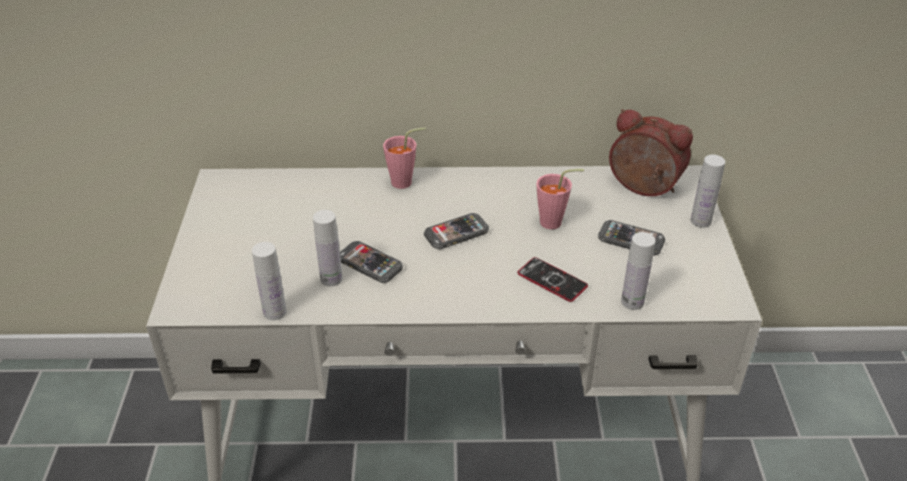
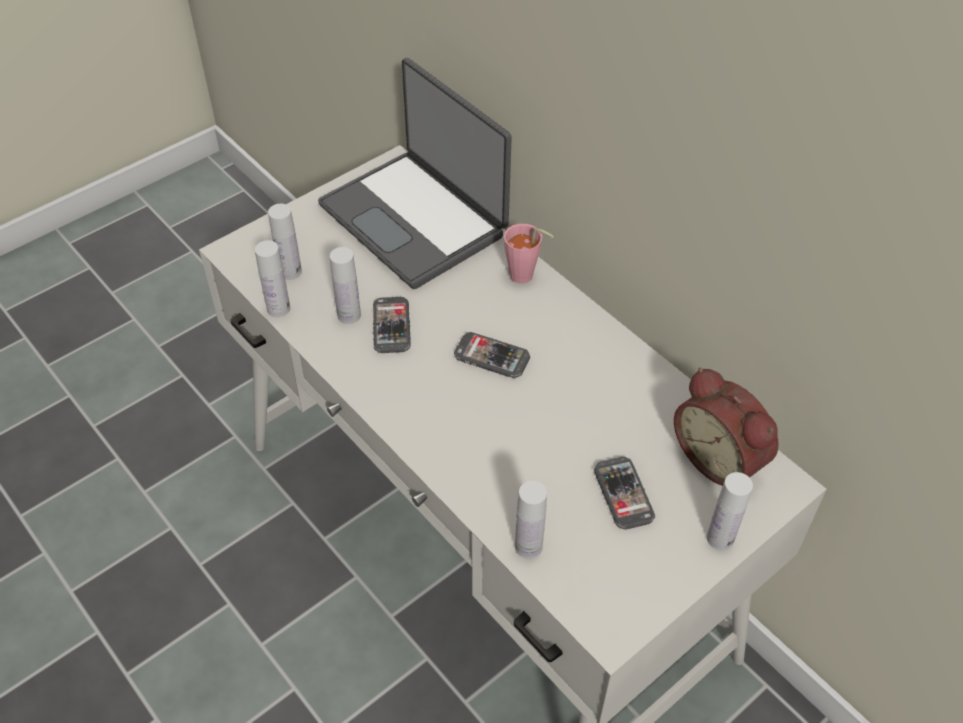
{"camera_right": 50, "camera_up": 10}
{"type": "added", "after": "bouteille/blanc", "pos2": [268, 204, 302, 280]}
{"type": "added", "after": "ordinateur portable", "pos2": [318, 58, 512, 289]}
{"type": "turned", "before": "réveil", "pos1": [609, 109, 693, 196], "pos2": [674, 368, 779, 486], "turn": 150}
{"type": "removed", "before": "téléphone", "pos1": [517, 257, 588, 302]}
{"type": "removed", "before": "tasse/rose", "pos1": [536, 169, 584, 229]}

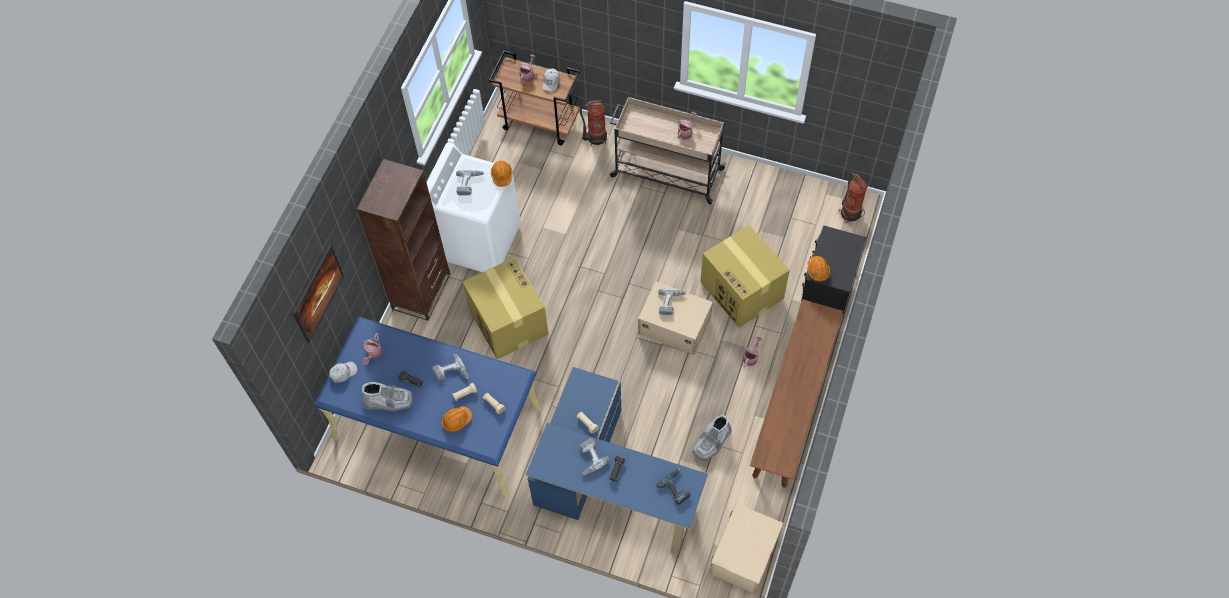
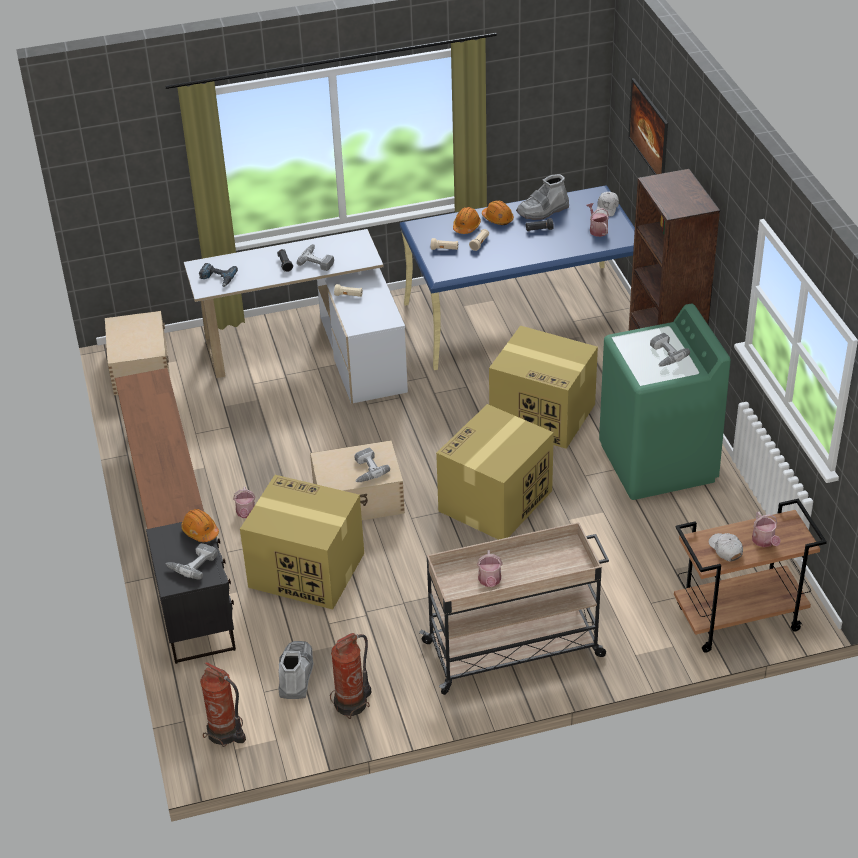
{"camera_right": 145, "camera_up": -20}
{"type": "moved", "before": "perceuse", "pos1": [433, 354, 468, 381], "pos2": [166, 543, 218, 580]}
{"type": "recoloured", "before": "bureau/bleu", "after": "bureau/blanc", "pos1": [526, 367, 708, 554], "pos2": [184, 229, 408, 404]}
{"type": "moved", "before": "botte/gris", "pos1": [693, 414, 732, 461], "pos2": [278, 641, 313, 699]}
{"type": "moved", "before": "extincteur", "pos1": [580, 100, 607, 145], "pos2": [330, 633, 371, 719]}
{"type": "added", "after": "carton", "pos2": [436, 404, 554, 540]}
{"type": "moved", "before": "casque de chantier/orange", "pos1": [491, 160, 513, 187], "pos2": [482, 200, 514, 225]}
{"type": "recoloured", "before": "lave-linge/blanc", "after": "lave-linge/vert", "pos1": [427, 142, 521, 272], "pos2": [599, 304, 731, 500]}

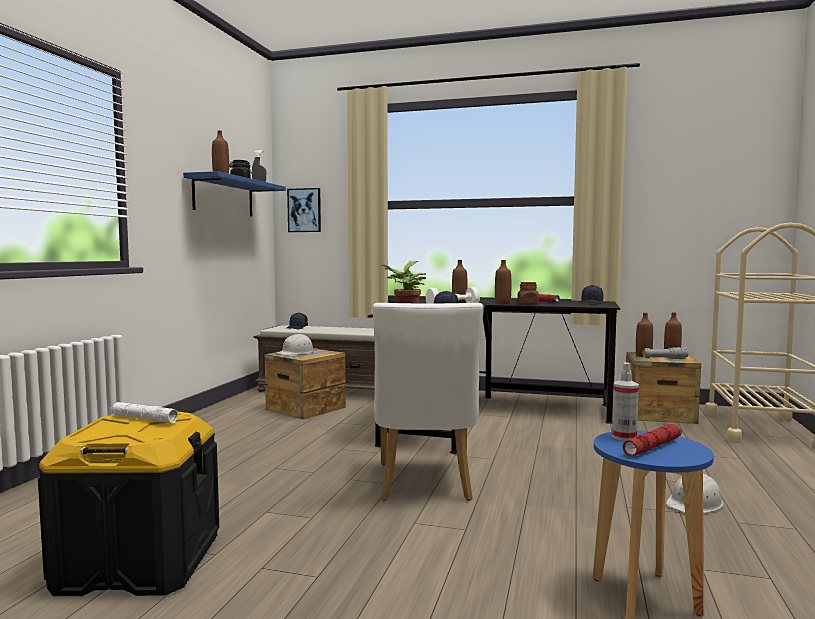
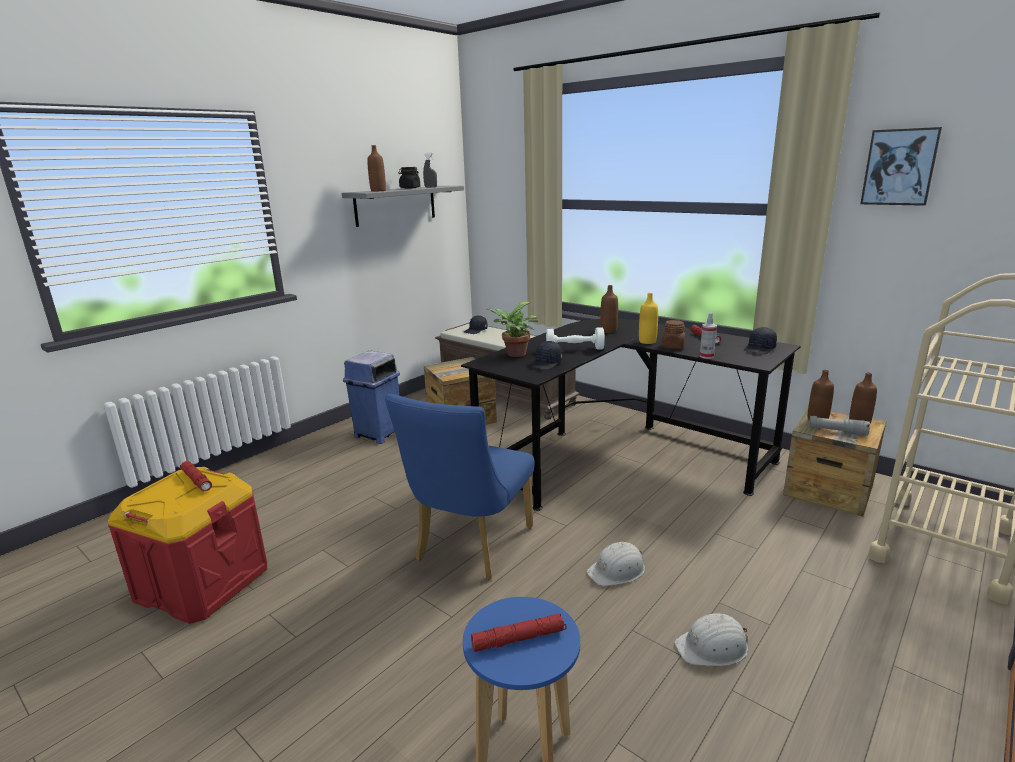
{"camera_right": 25, "camera_up": 15}
{"type": "recoloured", "before": "boîte de rangement/noir", "after": "boîte de rangement/rouge", "pos1": [38, 412, 219, 596], "pos2": [108, 467, 267, 624]}
{"type": "recoloured", "before": "lampe de poche/blanc", "after": "lampe de poche/rouge", "pos1": [110, 402, 178, 423], "pos2": [180, 461, 212, 491]}
{"type": "recoloured", "before": "étagère/bleu", "after": "étagère/gris", "pos1": [183, 171, 286, 216], "pos2": [342, 186, 464, 227]}
{"type": "added", "after": "poubelle/bleu", "pos2": [343, 350, 400, 444]}
{"type": "recoloured", "before": "chaise/blanc", "after": "chaise/bleu", "pos1": [372, 303, 484, 501], "pos2": [385, 394, 535, 580]}
{"type": "moved", "before": "casque de chantier/blanc", "pos1": [277, 334, 314, 355], "pos2": [587, 542, 645, 586]}
{"type": "recoloured", "before": "bouteille/marron", "after": "bouteille/jaune", "pos1": [495, 260, 511, 304], "pos2": [639, 293, 658, 344]}
{"type": "moved", "before": "vaporisateur", "pos1": [612, 362, 639, 441], "pos2": [700, 313, 717, 359]}
{"type": "moved", "before": "tableau", "pos1": [287, 188, 321, 232], "pos2": [860, 127, 942, 206]}

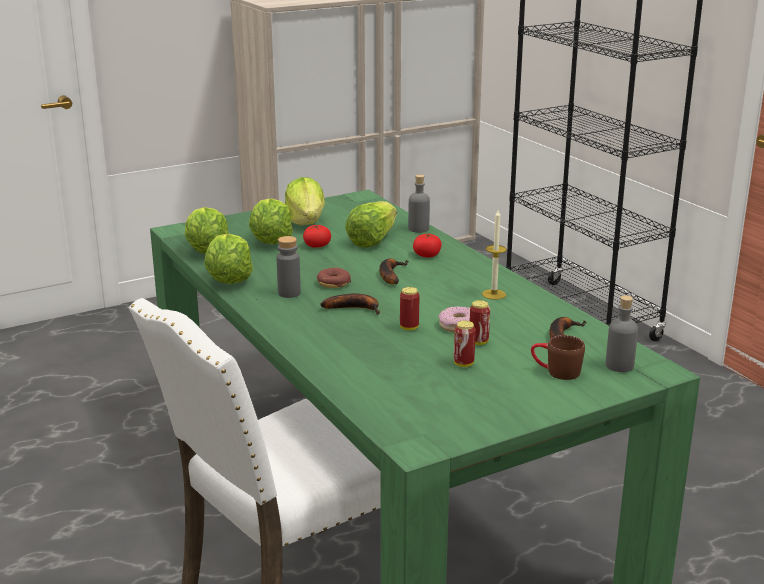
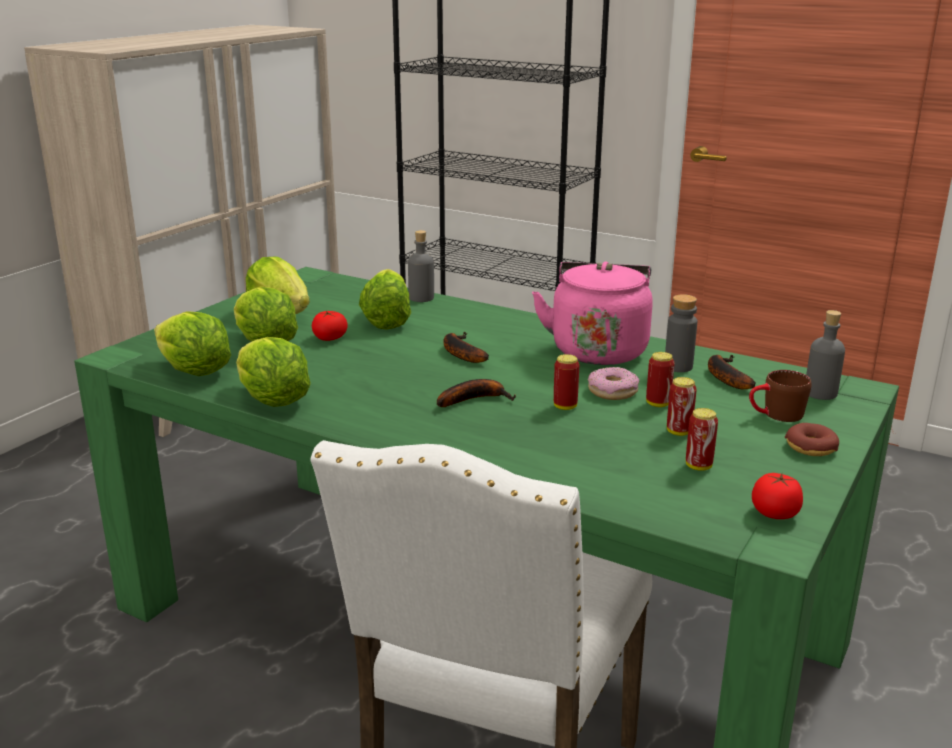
{"camera_right": -30, "camera_up": 0}
{"type": "replaced", "before": "bougie", "after": "bouilloire/rose", "pos1": [482, 210, 507, 300], "pos2": [532, 261, 653, 365]}
{"type": "moved", "before": "bouteille/gris", "pos1": [277, 236, 301, 298], "pos2": [665, 294, 697, 372]}
{"type": "added", "after": "boîte métallique", "pos2": [686, 408, 718, 471]}
{"type": "moved", "before": "tomate", "pos1": [413, 234, 442, 257], "pos2": [752, 473, 803, 519]}
{"type": "moved", "before": "beignet", "pos1": [317, 268, 351, 288], "pos2": [785, 423, 839, 456]}

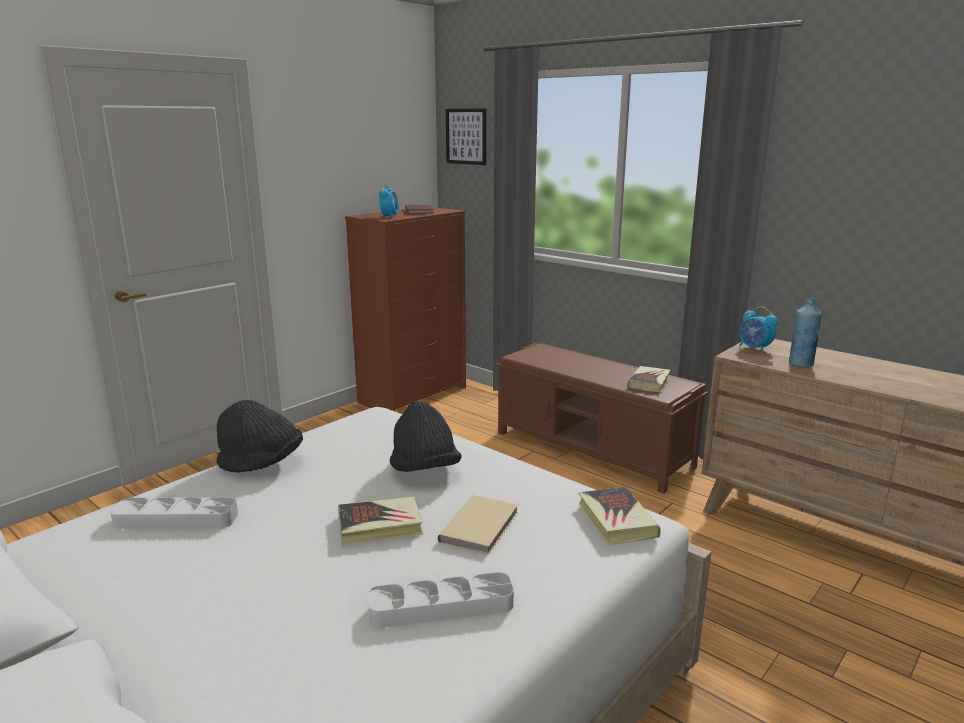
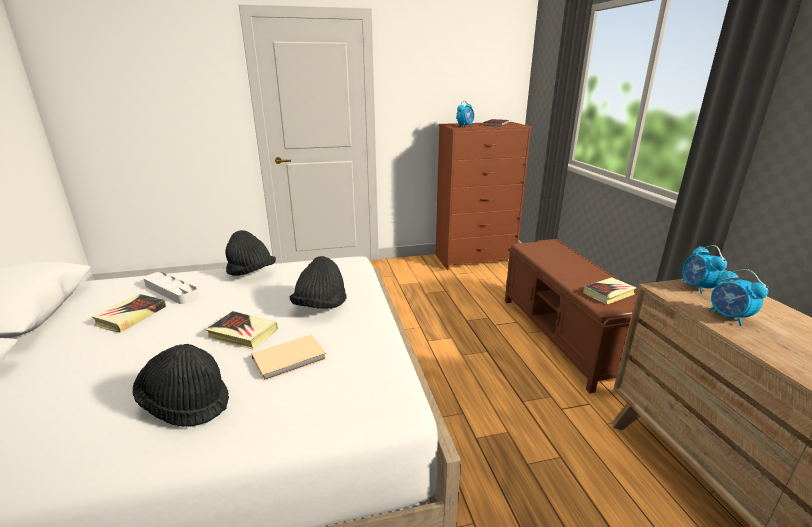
{"camera_right": 35, "camera_up": 5}
{"type": "moved", "before": "livre", "pos1": [578, 486, 661, 545], "pos2": [91, 294, 166, 333]}
{"type": "replaced", "before": "plateau/gris", "after": "chapeau/noir", "pos1": [368, 572, 514, 628], "pos2": [132, 344, 229, 427]}
{"type": "replaced", "before": "bouteille/bleu", "after": "réveil", "pos1": [789, 298, 822, 368], "pos2": [708, 269, 768, 326]}
{"type": "removed", "before": "tableau", "pos1": [446, 108, 486, 165]}

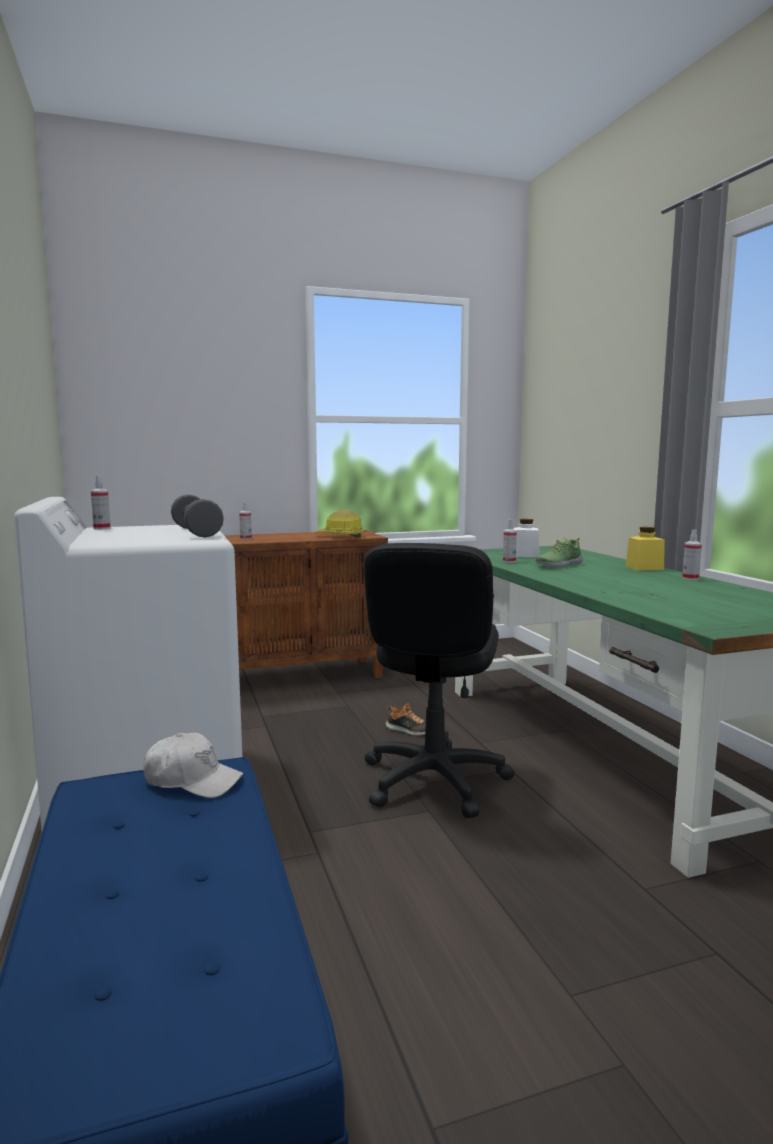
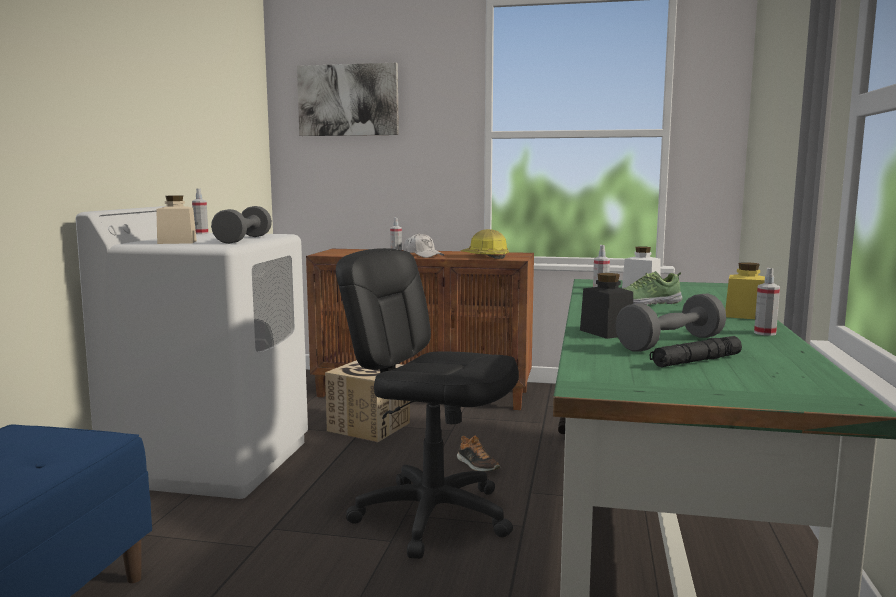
{"camera_right": 30, "camera_up": 0}
{"type": "added", "after": "bocal/beige", "pos2": [156, 195, 197, 244]}
{"type": "added", "after": "tableau", "pos2": [297, 63, 399, 136]}
{"type": "added", "after": "carton", "pos2": [325, 360, 410, 442]}
{"type": "turned", "before": "chaise de bureau/noir", "pos1": [363, 543, 514, 818], "pos2": [336, 248, 519, 559], "turn": 75}
{"type": "moved", "before": "casquette/blanc", "pos1": [143, 733, 243, 798], "pos2": [403, 233, 444, 258]}
{"type": "added", "after": "bocal/noir", "pos2": [580, 273, 633, 339]}
{"type": "added", "after": "haltère/gris", "pos2": [615, 293, 726, 352]}
{"type": "added", "after": "lampe de poche/noir", "pos2": [650, 336, 742, 367]}

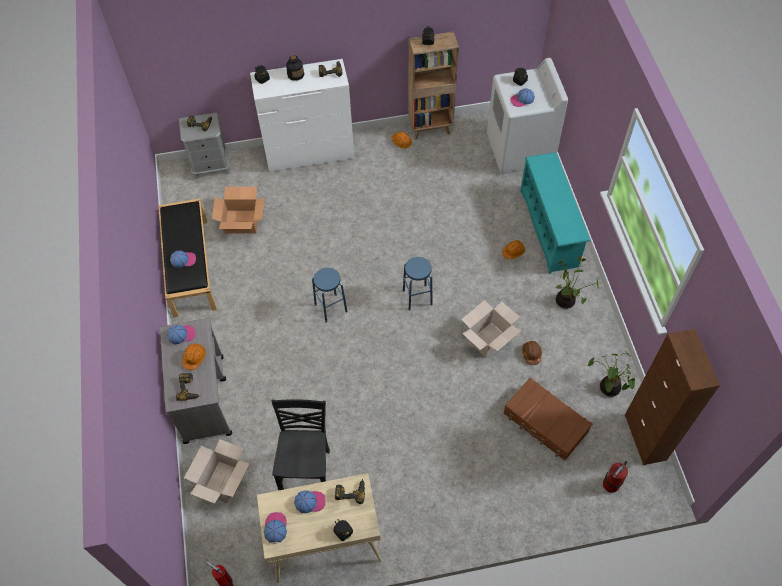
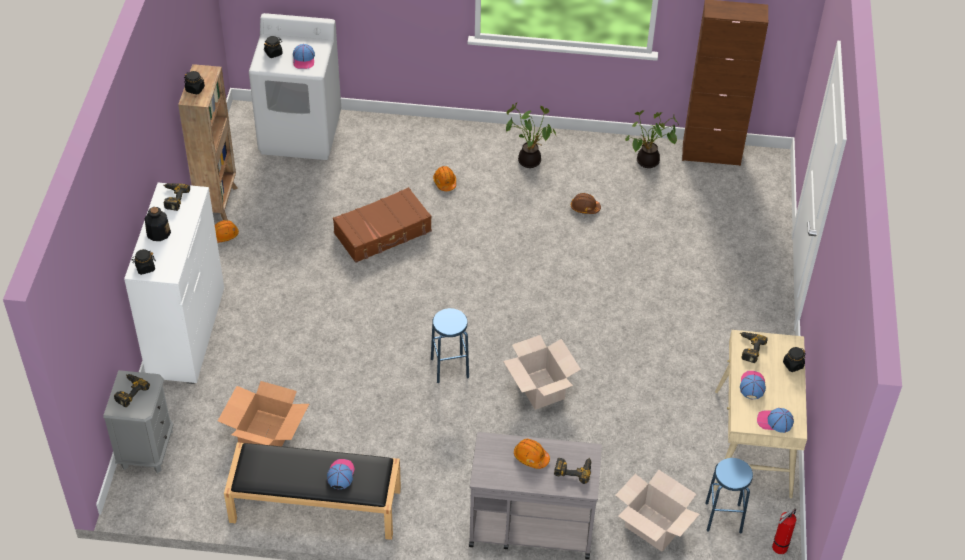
{"camera_right": -75, "camera_up": -10}
{"type": "moved", "before": "valise/marron", "pos1": [503, 378, 592, 461], "pos2": [333, 187, 432, 263]}
{"type": "moved", "before": "carton", "pos1": [461, 300, 521, 358], "pos2": [503, 335, 581, 410]}
{"type": "moved", "before": "tabouret/bleu", "pos1": [403, 257, 433, 310], "pos2": [705, 458, 753, 534]}
{"type": "removed", "before": "casquette", "pos1": [167, 325, 196, 345]}
{"type": "removed", "before": "chaise/noir", "pos1": [272, 399, 330, 490]}
{"type": "removed", "before": "étagère à chaussures/turquoise", "pos1": [520, 152, 591, 274]}
{"type": "removed", "before": "extincteur", "pos1": [603, 461, 628, 493]}

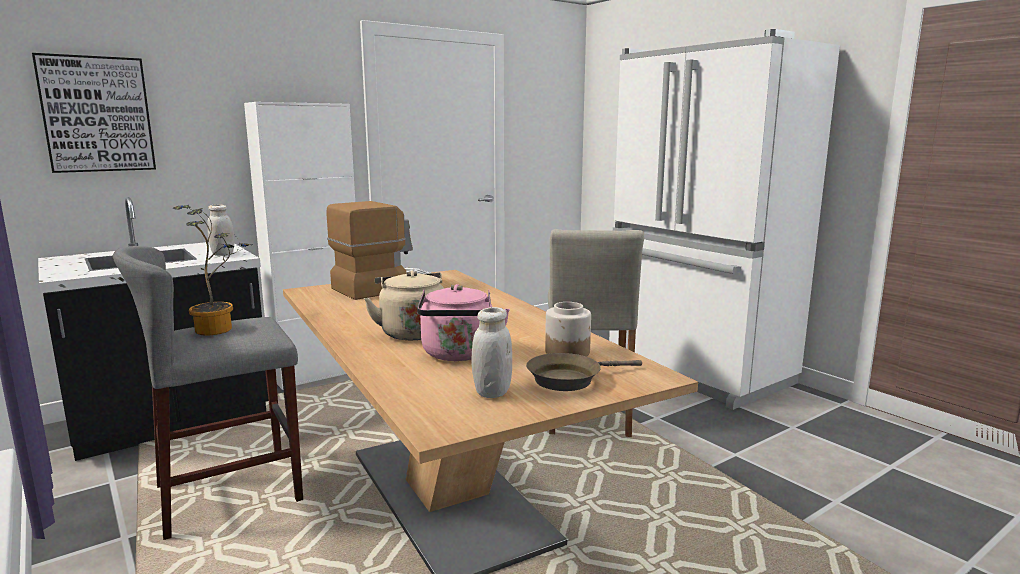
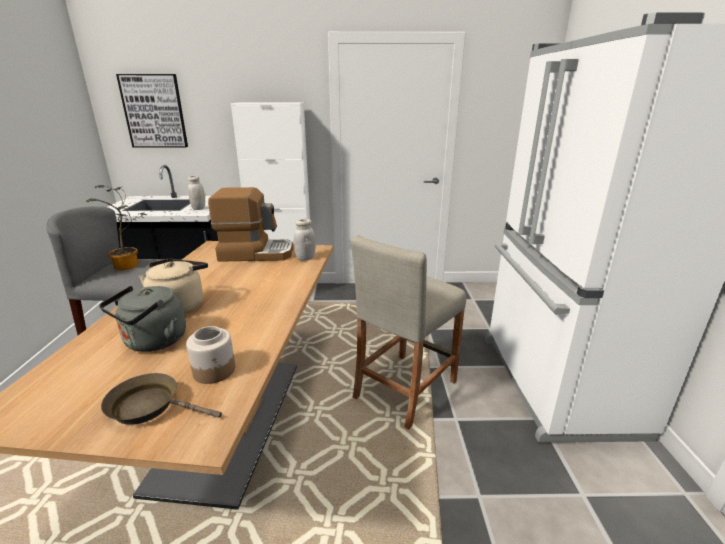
{"camera_right": 35, "camera_up": 10}
{"type": "recoloured", "before": "bouilloire/rose", "after": "bouilloire/gris", "pos1": [417, 284, 510, 361], "pos2": [99, 286, 186, 352]}
{"type": "moved", "before": "bocal/blanc", "pos1": [471, 307, 512, 398], "pos2": [294, 219, 316, 261]}

